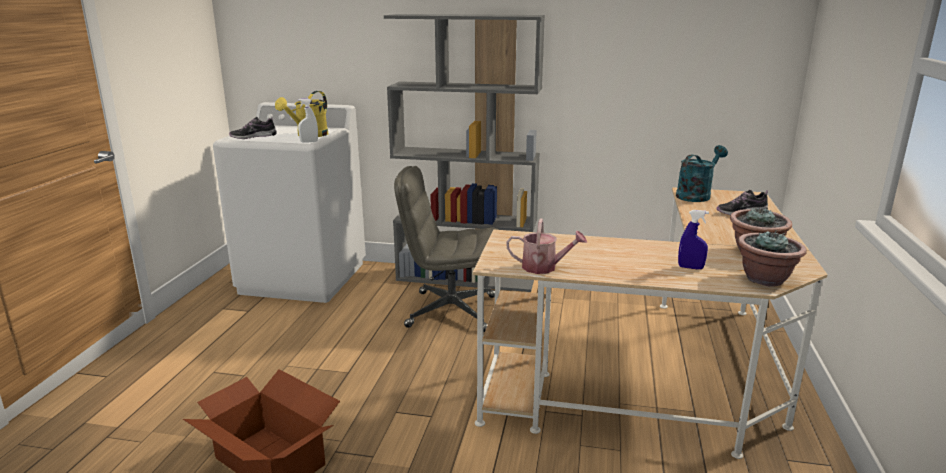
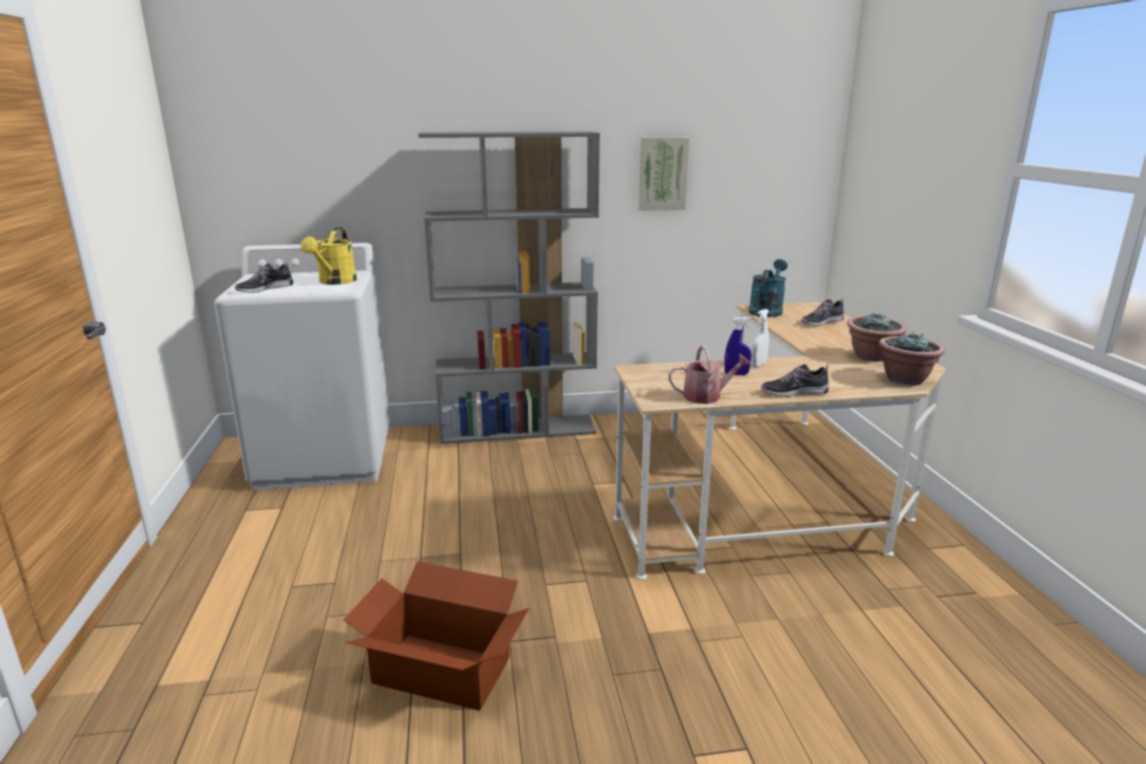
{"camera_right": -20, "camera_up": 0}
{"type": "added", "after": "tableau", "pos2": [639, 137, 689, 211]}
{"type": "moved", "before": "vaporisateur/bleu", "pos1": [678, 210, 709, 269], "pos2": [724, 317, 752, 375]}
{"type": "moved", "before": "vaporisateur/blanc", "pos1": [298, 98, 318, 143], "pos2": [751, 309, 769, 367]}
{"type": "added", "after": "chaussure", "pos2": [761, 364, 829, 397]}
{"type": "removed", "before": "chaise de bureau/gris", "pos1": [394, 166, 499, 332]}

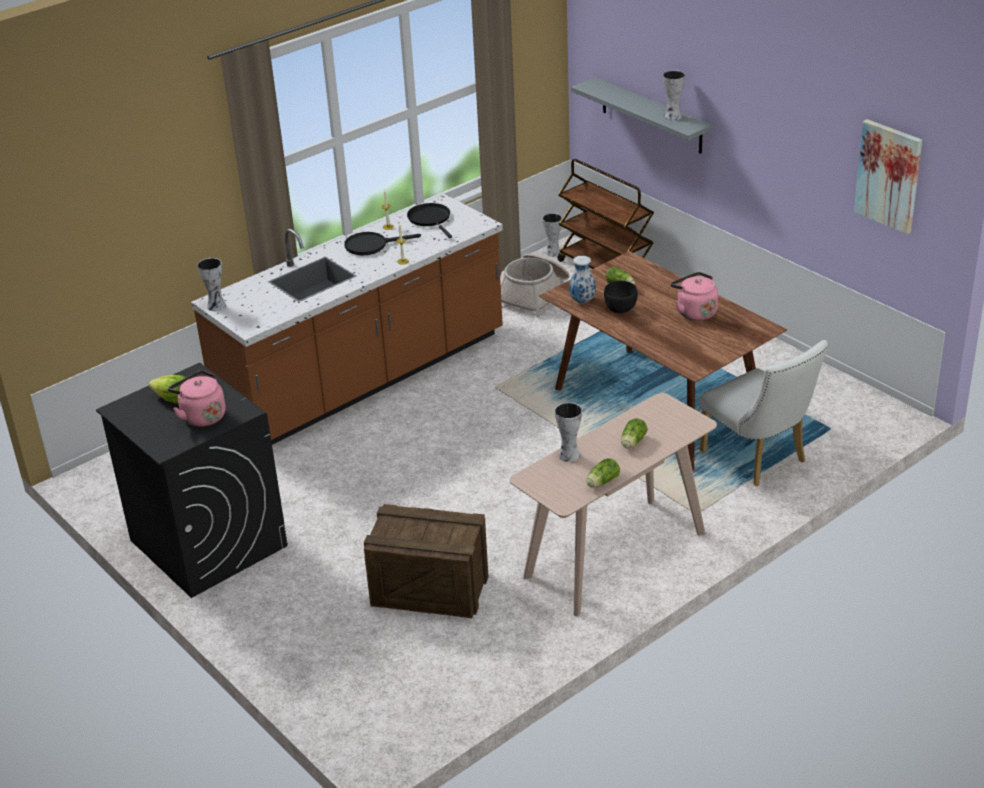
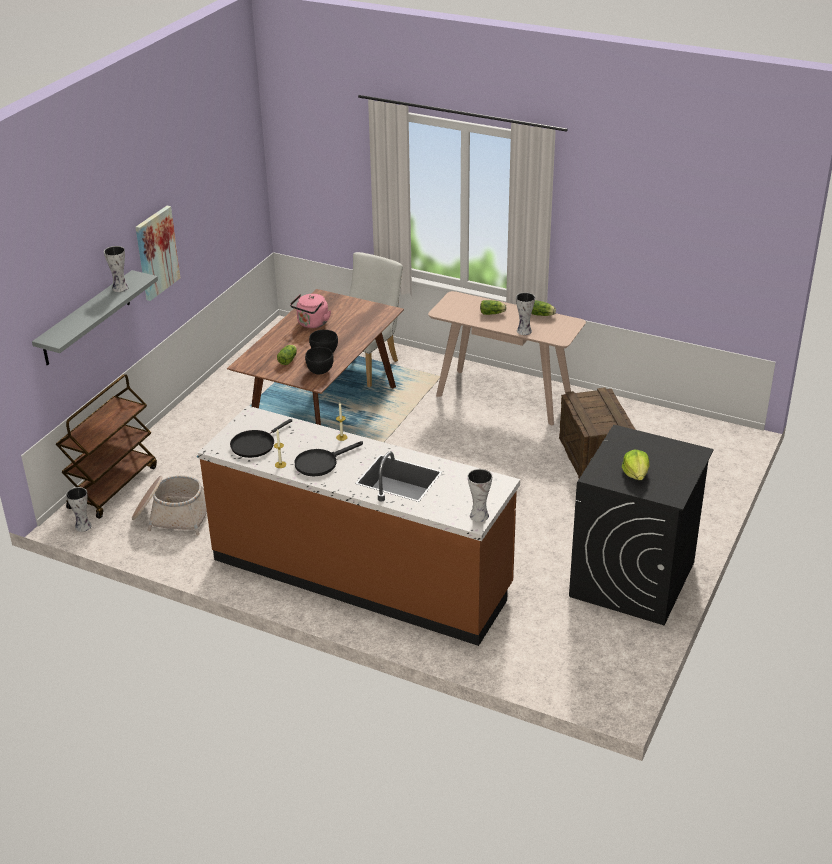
{"camera_right": -115, "camera_up": 0}
{"type": "moved", "before": "tableau", "pos1": [854, 119, 922, 234], "pos2": [136, 206, 180, 301]}
{"type": "turned", "before": "poêle/noir", "pos1": [344, 232, 421, 255], "pos2": [294, 441, 363, 477], "turn": 90}
{"type": "replaced", "before": "vase", "after": "bol/noir", "pos1": [569, 256, 596, 303], "pos2": [305, 347, 334, 375]}
{"type": "removed", "before": "bouilloire/rose", "pos1": [168, 370, 226, 427]}

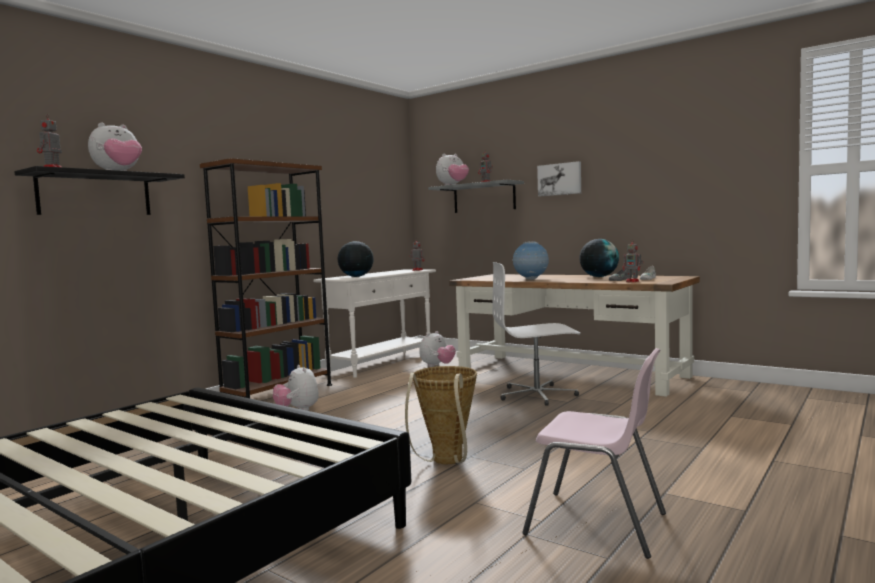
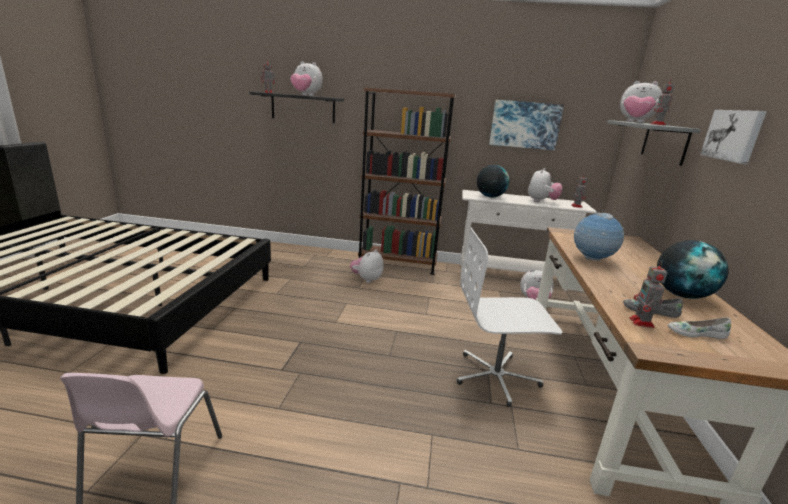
{"camera_right": 60, "camera_up": 15}
{"type": "turned", "before": "chaise de bureau/blanc", "pos1": [492, 262, 580, 406], "pos2": [457, 227, 563, 407], "turn": -60}
{"type": "added", "after": "tableau", "pos2": [489, 100, 564, 150]}
{"type": "added", "after": "peluche", "pos2": [528, 168, 562, 202]}
{"type": "removed", "before": "panier", "pos1": [405, 366, 477, 464]}

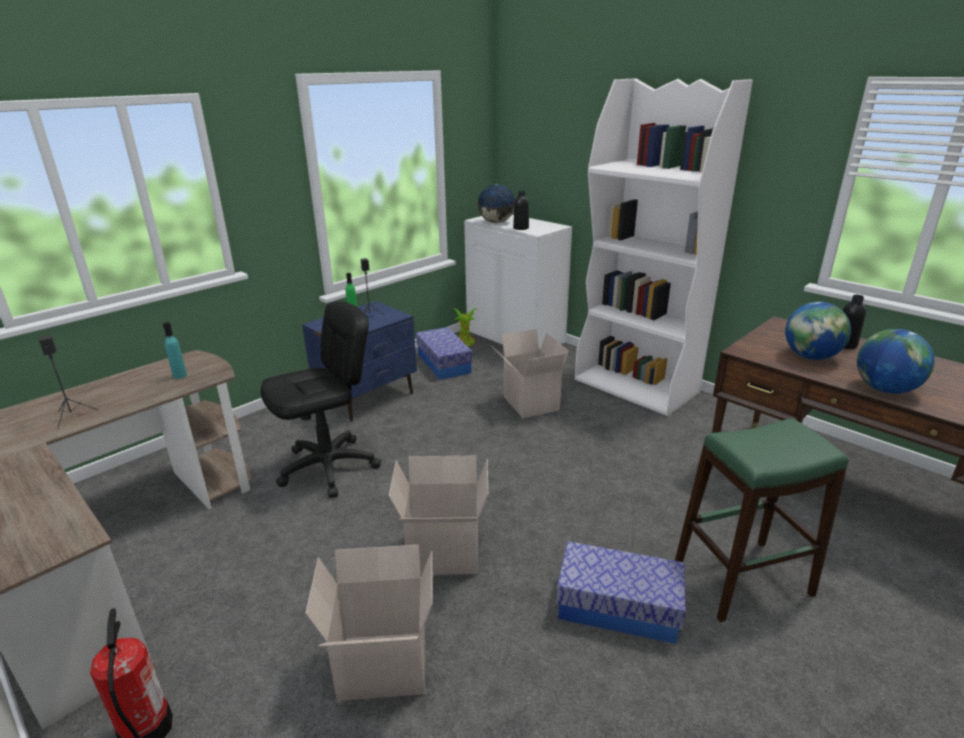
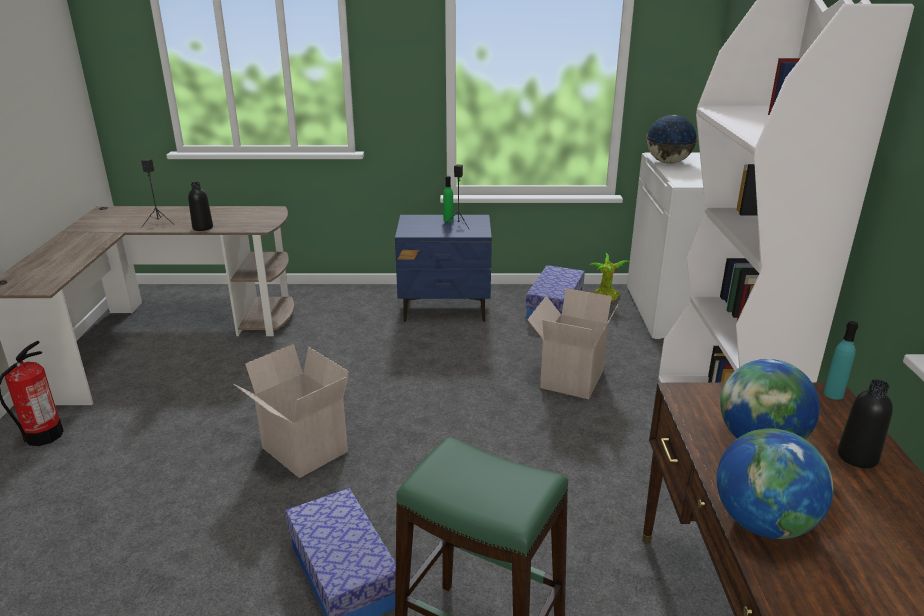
{"camera_right": 45, "camera_up": 0}
{"type": "moved", "before": "bouteille/noir", "pos1": [513, 191, 529, 230], "pos2": [188, 182, 213, 231]}
{"type": "moved", "before": "bouteille/turquoise", "pos1": [163, 322, 187, 379], "pos2": [824, 321, 858, 400]}
{"type": "removed", "before": "chaise de bureau/noir", "pos1": [260, 301, 381, 498]}
{"type": "removed", "before": "carton", "pos1": [305, 545, 433, 701]}

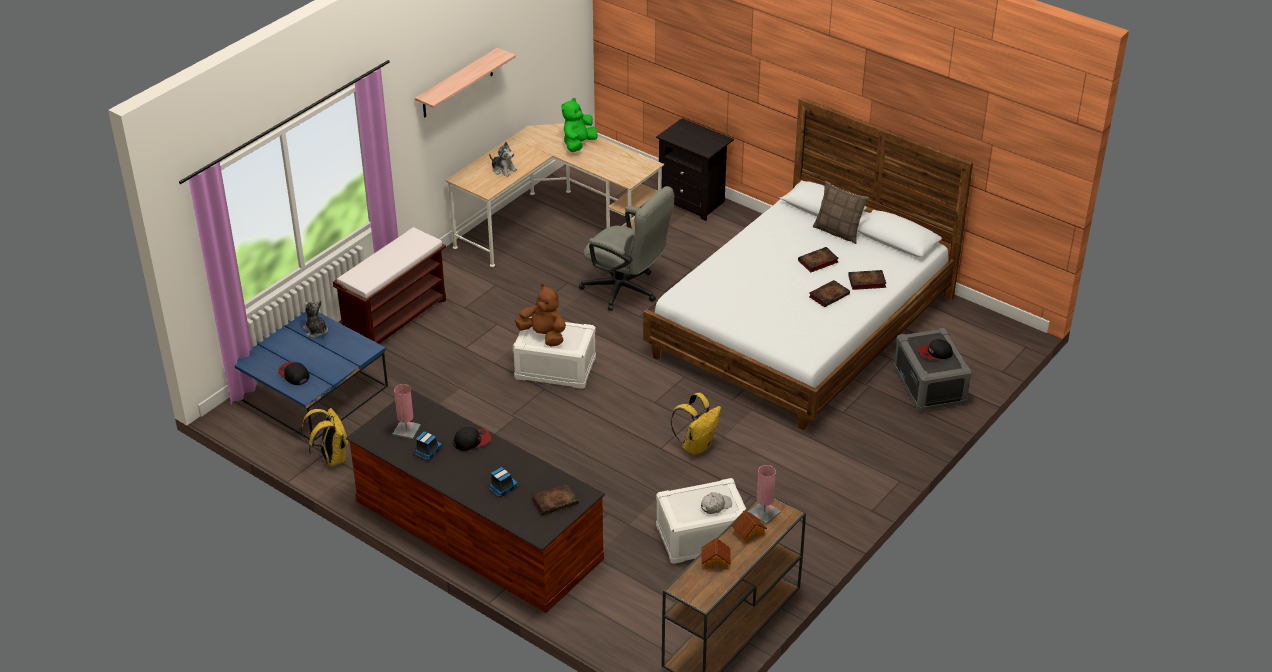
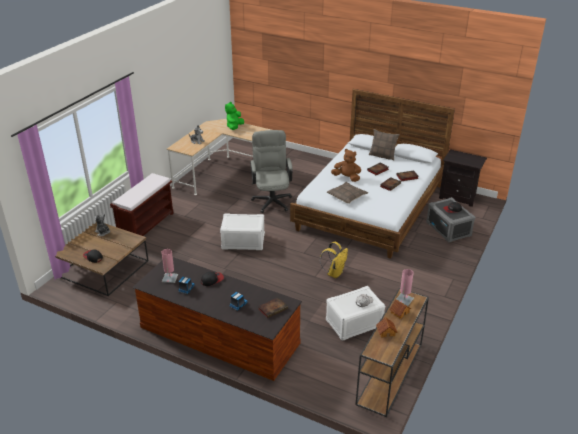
{"camera_right": -10, "camera_up": -5}
{"type": "recoloured", "before": "table basse/bleu", "after": "table basse/marron", "pos1": [235, 311, 388, 441], "pos2": [55, 222, 149, 296]}
{"type": "turned", "before": "chaise de bureau/gris", "pos1": [579, 186, 674, 311], "pos2": [250, 130, 293, 213], "turn": -120}
{"type": "added", "after": "coussin", "pos2": [327, 182, 368, 204]}
{"type": "moved", "before": "peluche/marron", "pos1": [515, 284, 566, 347], "pos2": [331, 149, 361, 182]}
{"type": "moved", "before": "table de chevet/noir", "pos1": [656, 118, 734, 221], "pos2": [439, 149, 487, 207]}
{"type": "removed", "before": "sac à dos/jaune", "pos1": [301, 408, 348, 466]}
{"type": "removed", "before": "étagère", "pos1": [415, 48, 516, 118]}

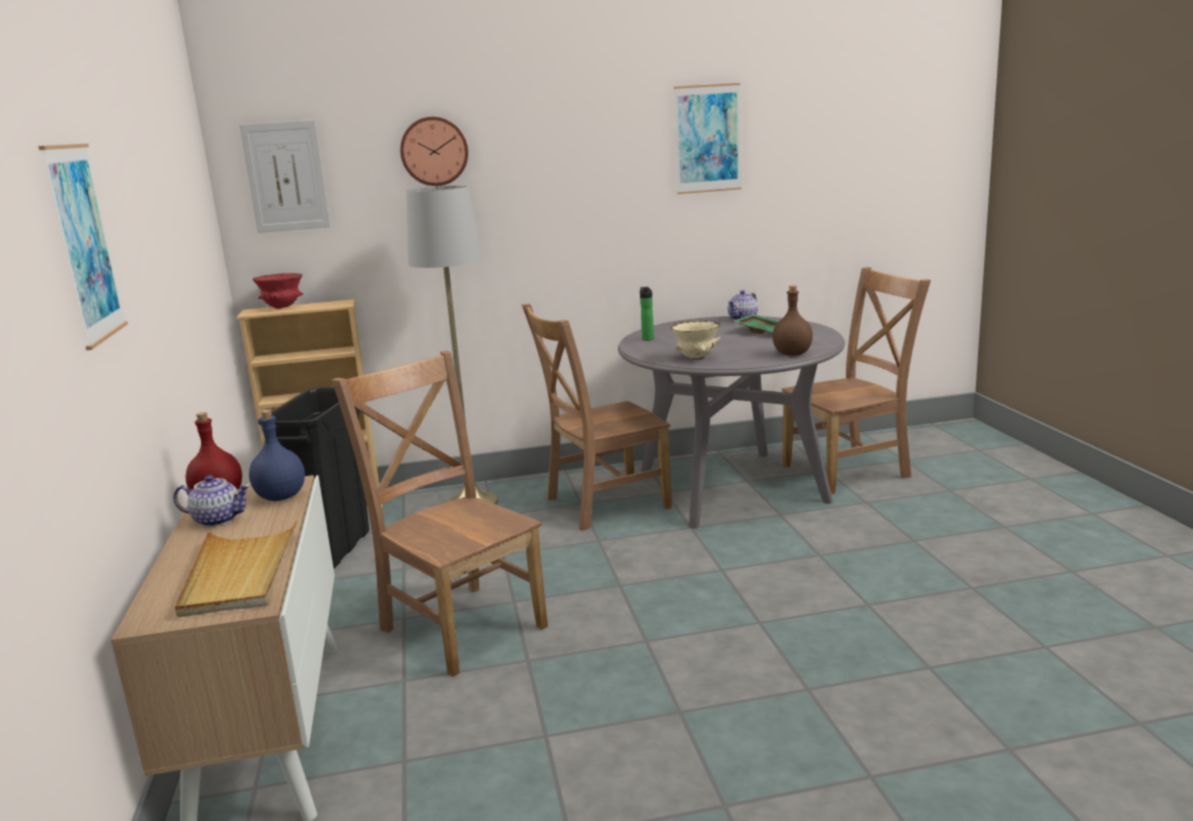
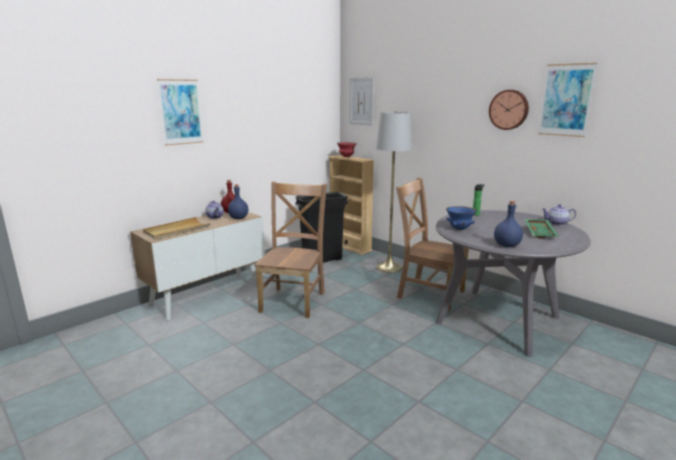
{"camera_right": 55, "camera_up": 0}
{"type": "recoloured", "before": "bol/beige", "after": "bol/bleu", "pos1": [671, 320, 720, 359], "pos2": [446, 206, 477, 230]}
{"type": "moved", "before": "horloge murale", "pos1": [400, 117, 468, 186], "pos2": [489, 90, 529, 130]}
{"type": "recoloured", "before": "bouteille/marron", "after": "bouteille/bleu", "pos1": [772, 285, 813, 356], "pos2": [494, 201, 523, 247]}
{"type": "removed", "before": "chaise/marron", "pos1": [781, 267, 931, 494]}

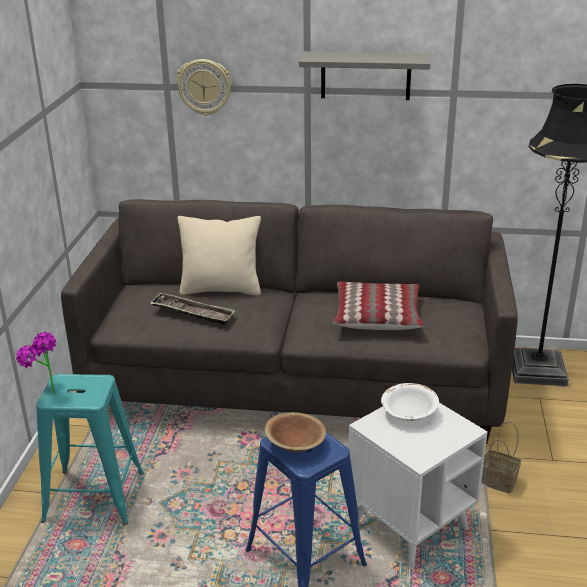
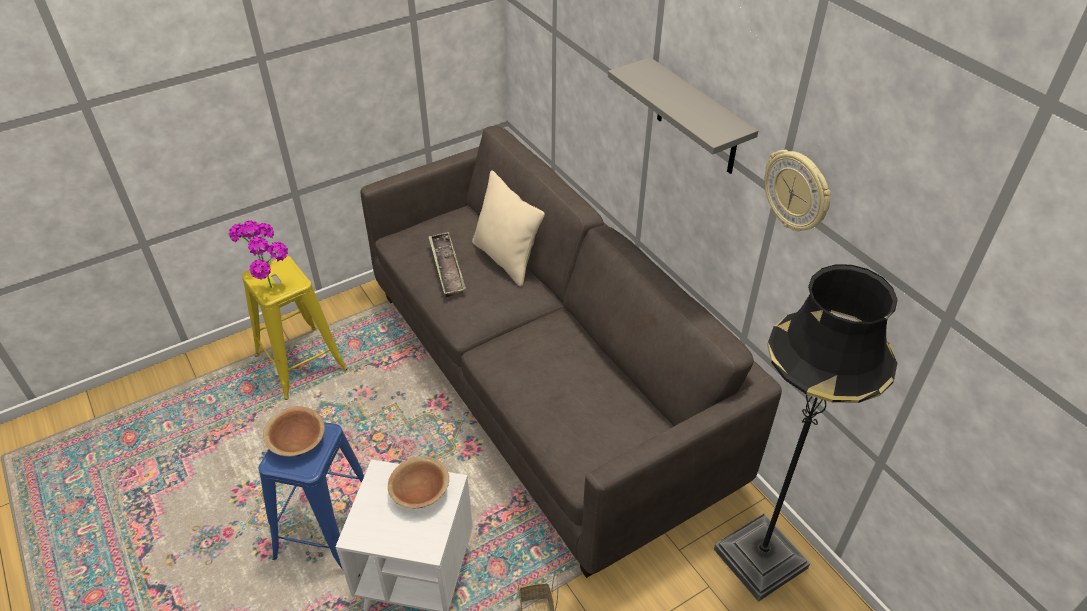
{"camera_right": 50, "camera_up": 15}
{"type": "recoloured", "before": "tabouret/turquoise", "after": "tabouret/jaune", "pos1": [36, 374, 144, 525], "pos2": [242, 256, 347, 400]}
{"type": "added", "after": "plante en pot", "pos2": [248, 236, 288, 288]}
{"type": "recoloured", "before": "bol/blanc", "after": "bol/marron", "pos1": [381, 383, 439, 421], "pos2": [388, 456, 449, 508]}
{"type": "moved", "before": "horloge murale", "pos1": [176, 59, 232, 116], "pos2": [764, 150, 831, 231]}
{"type": "removed", "before": "coussin", "pos1": [333, 282, 424, 330]}

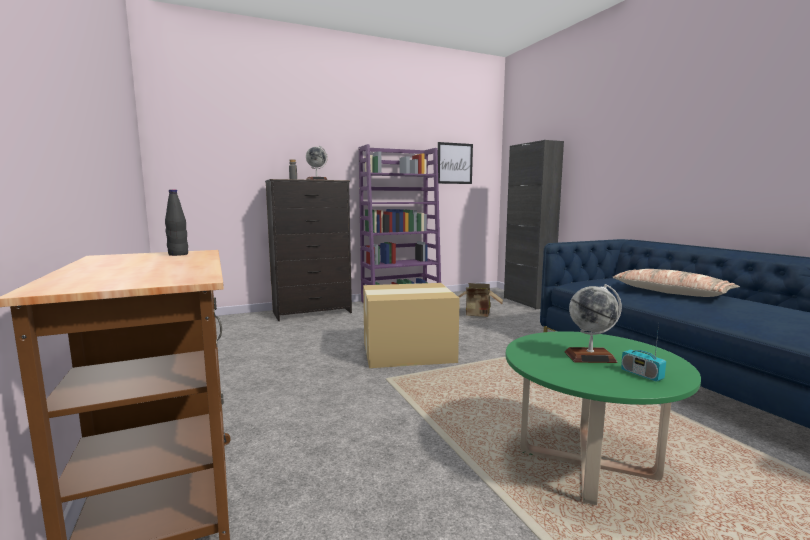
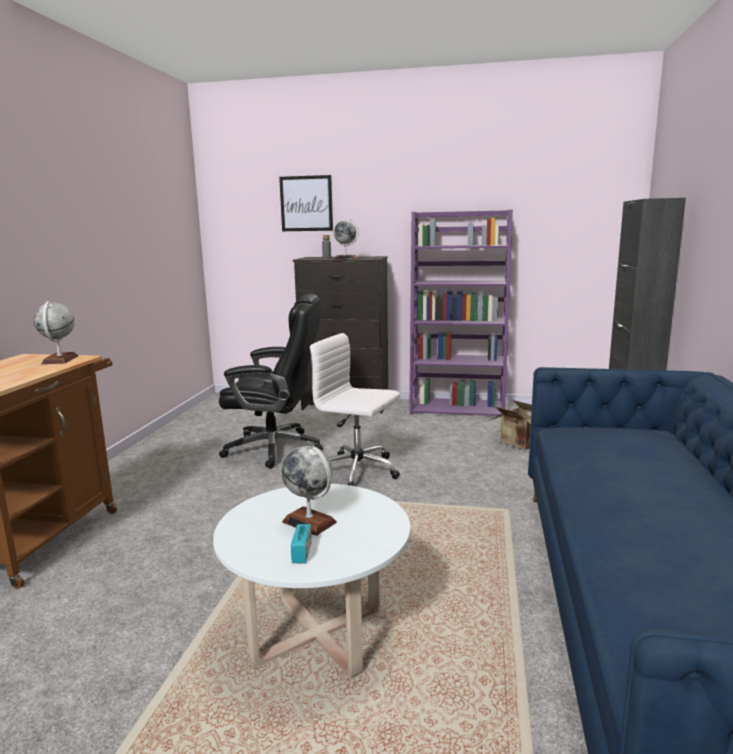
{"camera_right": 35, "camera_up": 5}
{"type": "replaced", "before": "bouteille/noir", "after": "globe", "pos1": [165, 189, 188, 256], "pos2": [34, 301, 78, 364]}
{"type": "recoloured", "before": "table basse/vert", "after": "table basse/blanc", "pos1": [506, 331, 701, 505], "pos2": [213, 484, 410, 679]}
{"type": "added", "after": "chaise de bureau/noir", "pos2": [219, 294, 323, 469]}
{"type": "moved", "before": "tableau", "pos1": [438, 142, 473, 184], "pos2": [279, 175, 333, 231]}
{"type": "replaced", "before": "carton", "after": "chaise de bureau/blanc", "pos1": [363, 283, 460, 368], "pos2": [310, 333, 400, 486]}
{"type": "removed", "before": "coussin", "pos1": [612, 269, 740, 297]}

